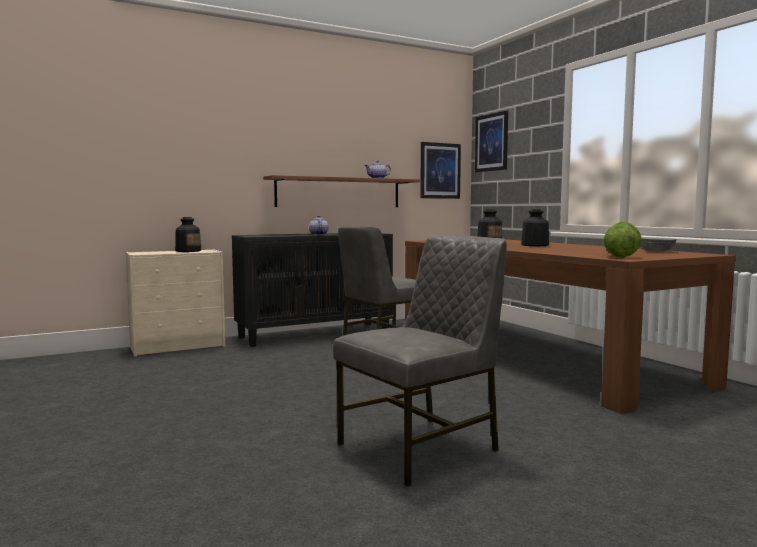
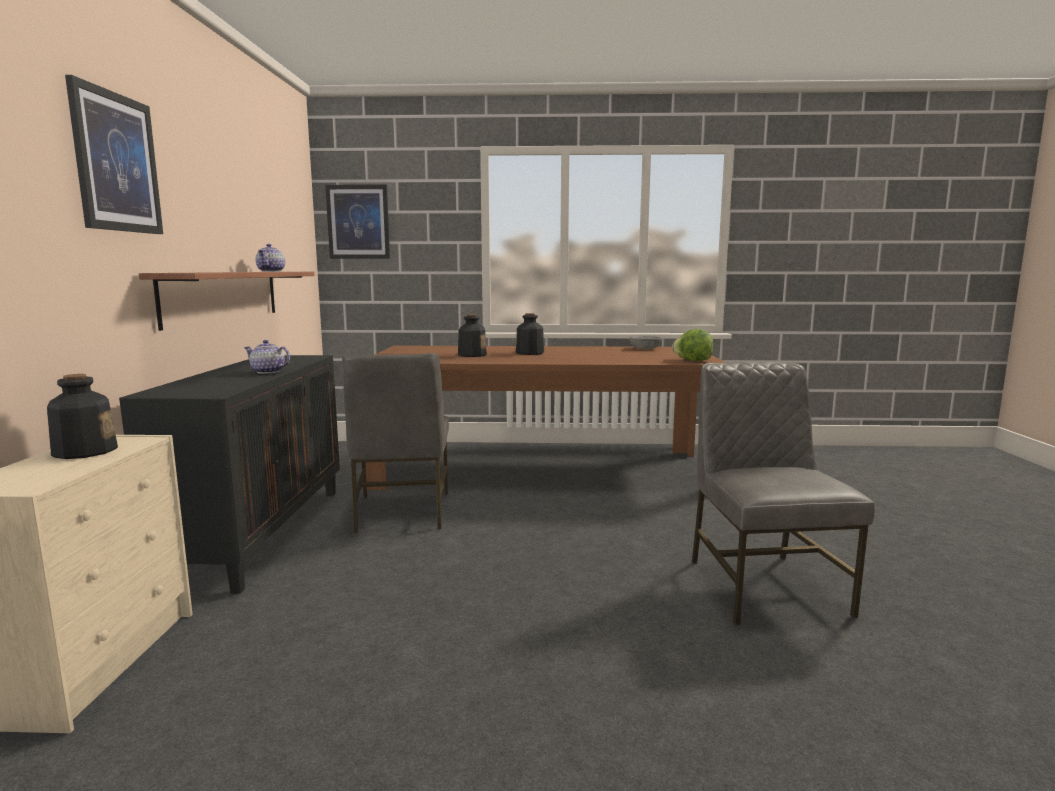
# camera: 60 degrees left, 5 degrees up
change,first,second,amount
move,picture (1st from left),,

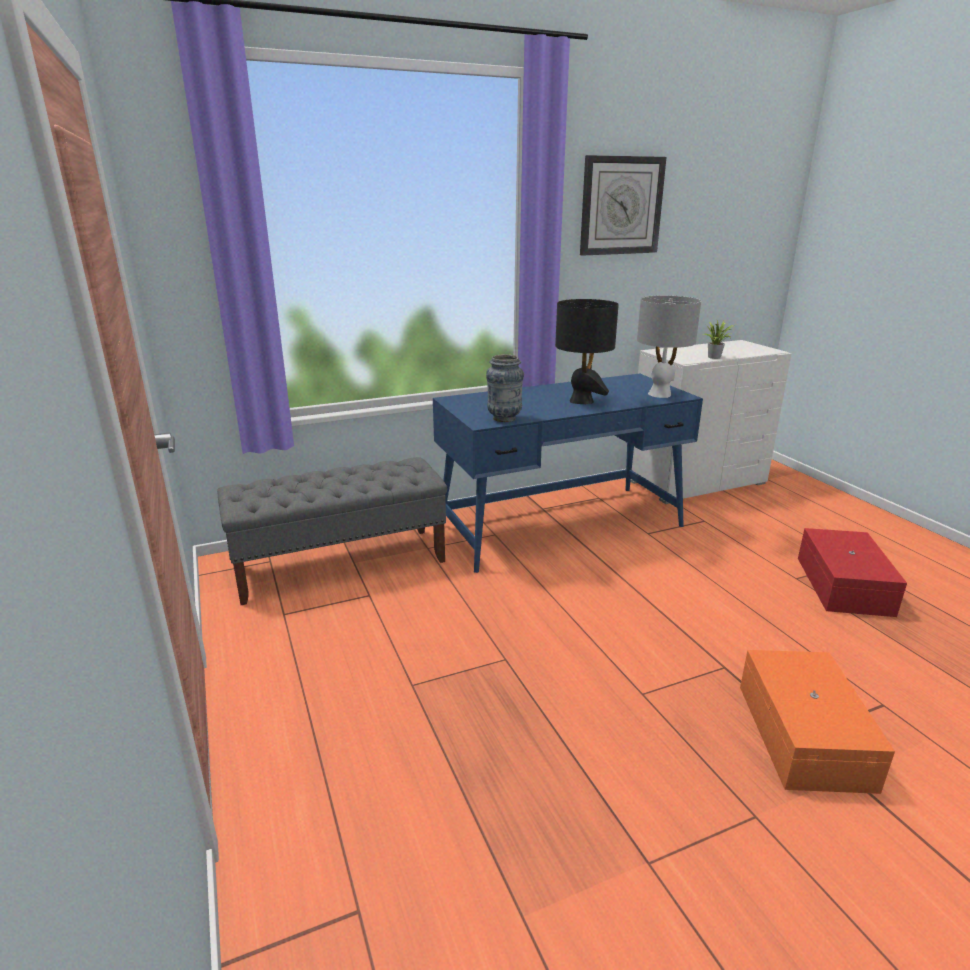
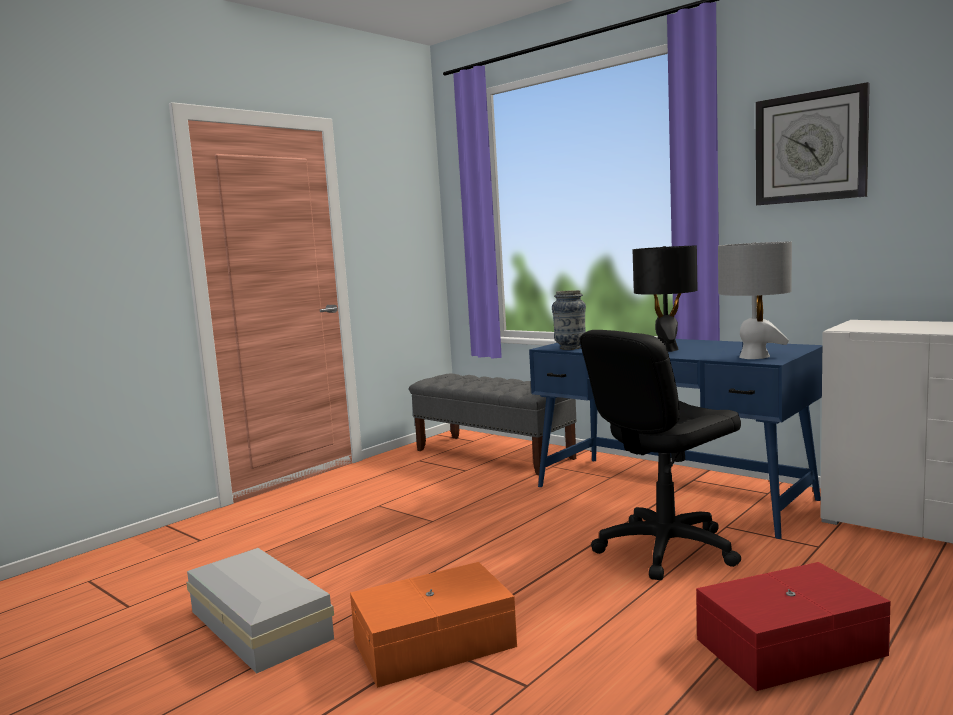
# camera: 65 degrees right, 15 degrees down
change,first,second,amount
delete,potted plant,,
insert,,storage box (white),
insert,,office chair (black),

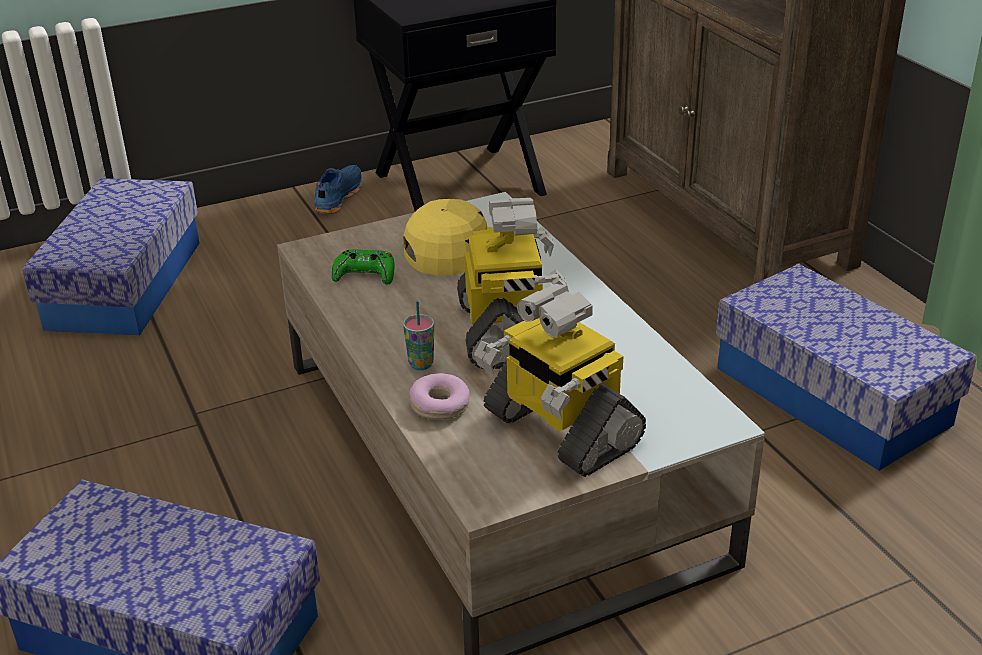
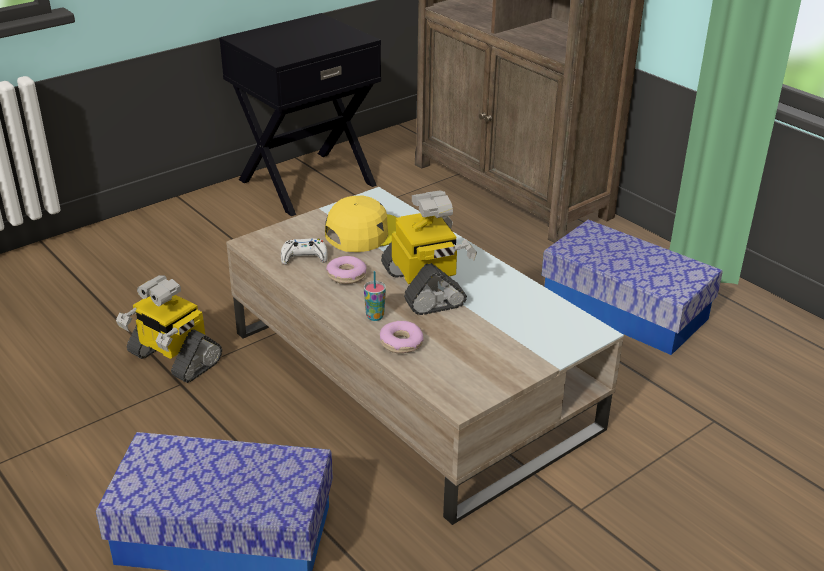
# camera: 15 degrees left, 0 degrees up
change,first,second,amount
delete,storage box (1st from left),,
delete,shoe (blue),,
insert,,donut (1st from left),
move,toy robot (2nd from left in the first image),toy robot (1st from left),
recolor,game controller (green),game controller (white),

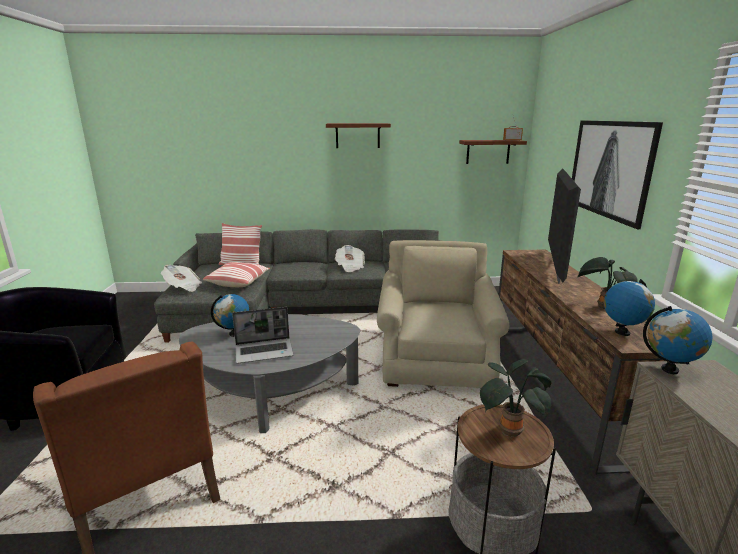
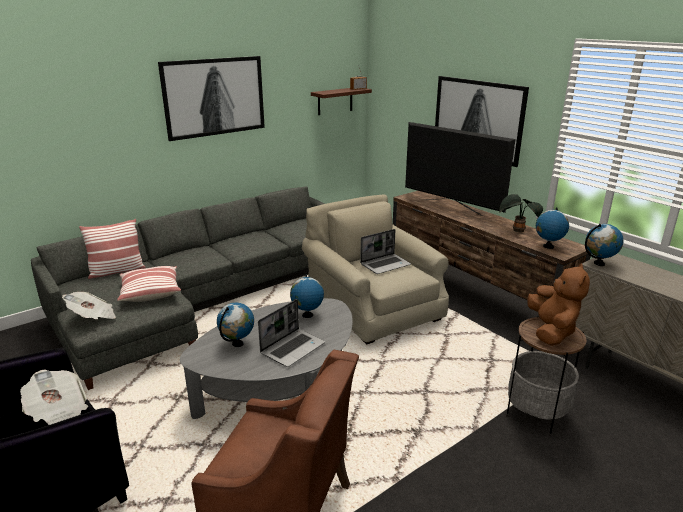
# camera: 35 degrees left, 5 degrees up
change,first,second,amount
insert,,globe (2nd from left),
insert,,laptop (2nd from left),
move,newspaper (2nd from left in the first image),newspaper (1st from left),
replace,shelf (brown) (1st from left),picture (1st from left),
replace,potted plant (1st from left),plush toy (brown),
rotate,television,,150 degrees clockwise

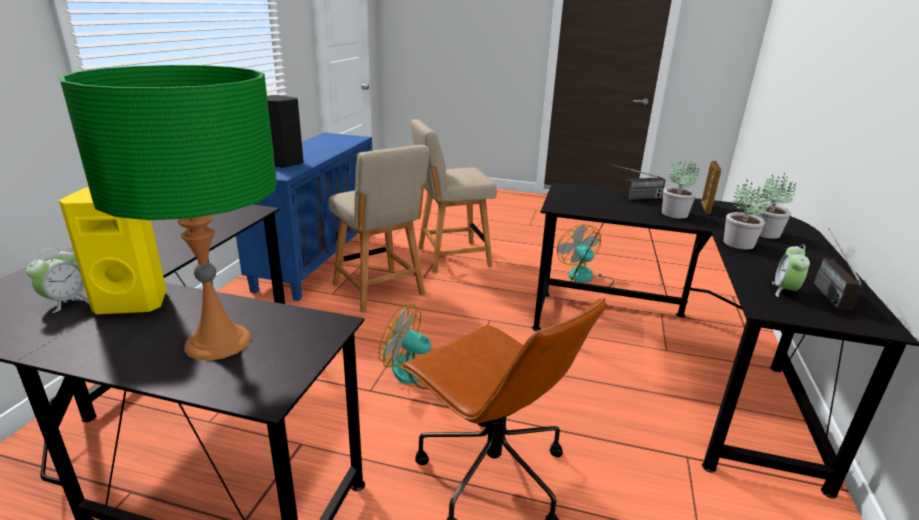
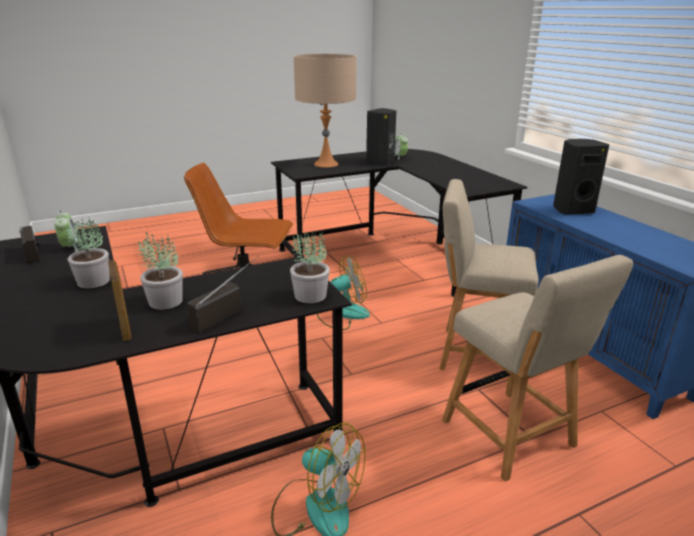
# camera: 140 degrees right, 0 degrees up
change,first,second,amount
move,potted plant (3rd from left),,
recolor,table lamp (green),table lamp (beige),
recolor,speaker (yellow),speaker (black) (1st from left),
rotate,chair (beige) (2nd from left),,120 degrees clockwise

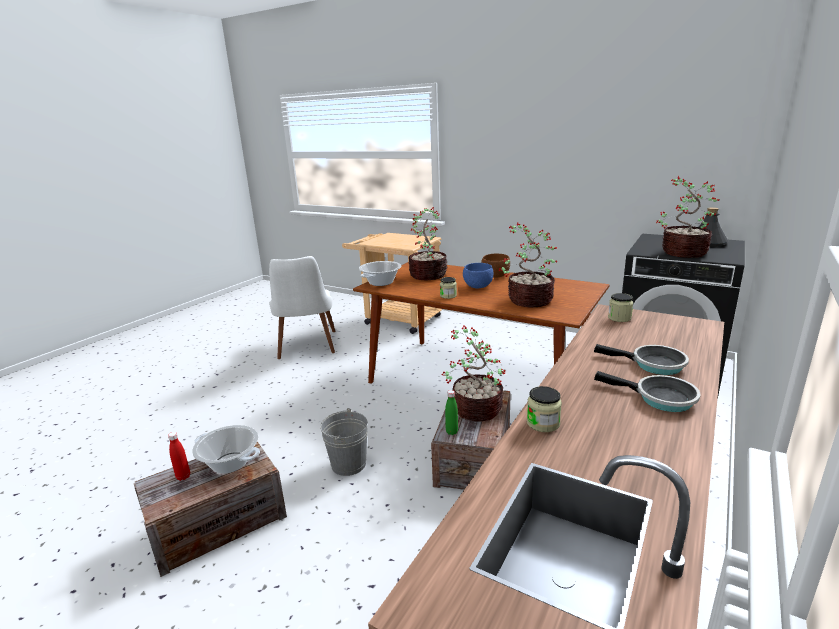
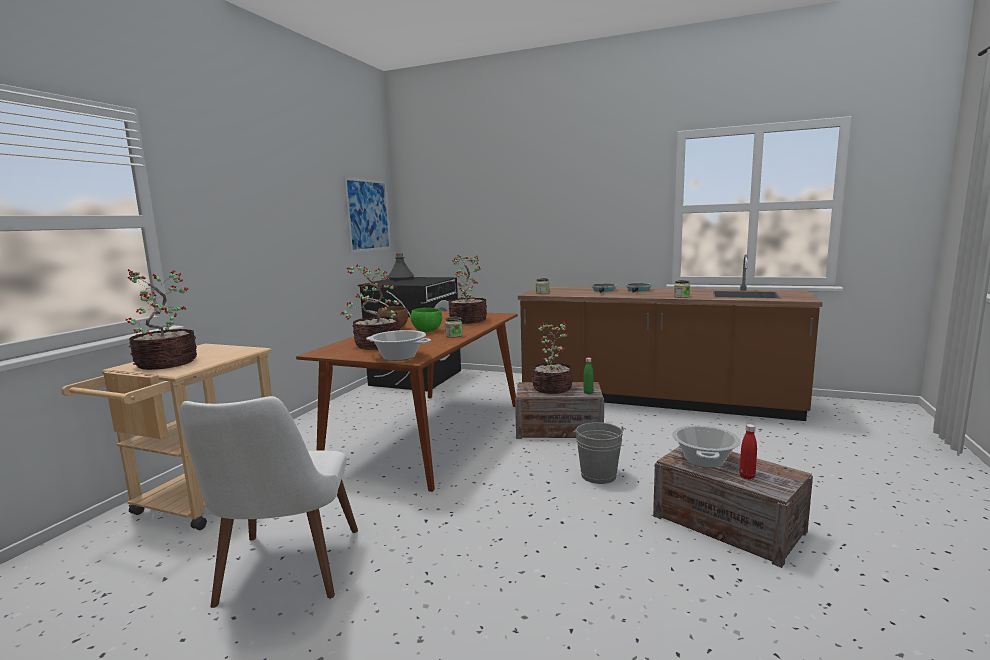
# camera: 100 degrees left, 10 degrees down
change,first,second,amount
insert,,picture,
move,potted plant (4th from left in the first image),potted plant (1st from left),
recolor,bowl (blue),bowl (green),
rotate,chair (white),,105 degrees clockwise

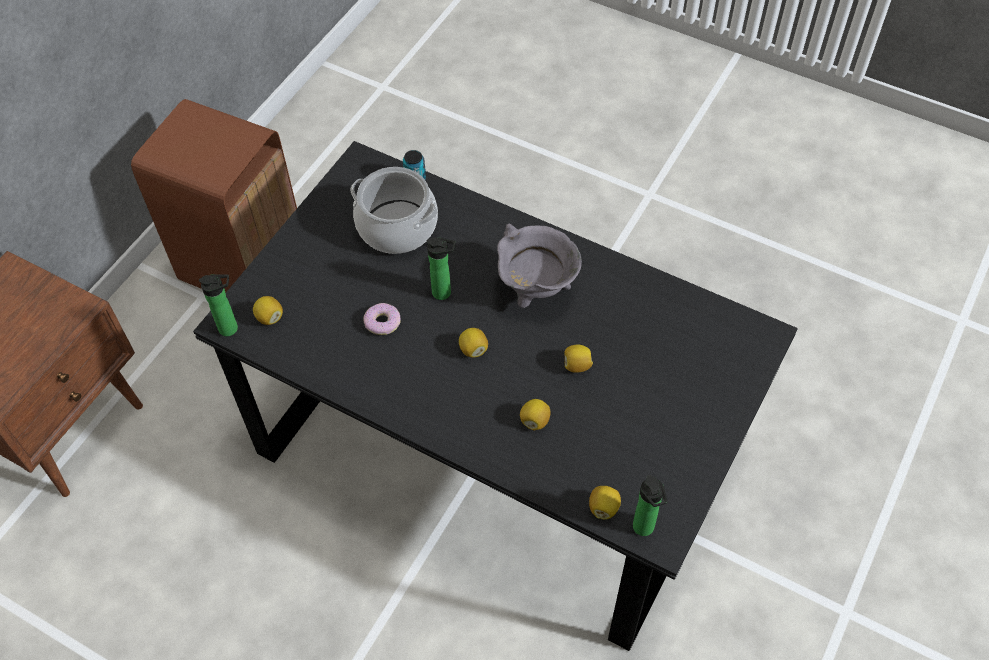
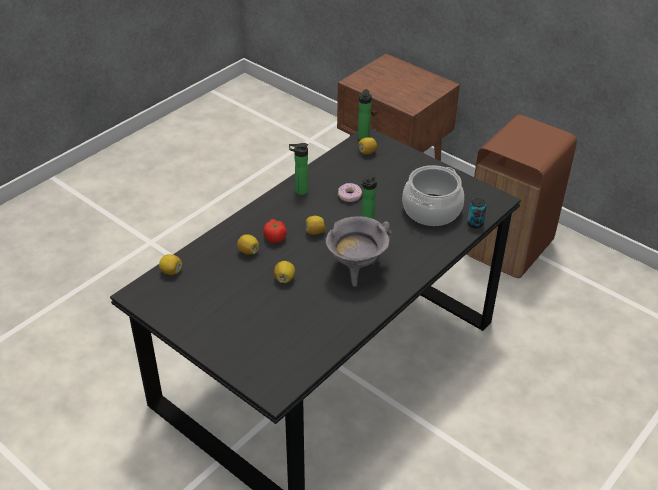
# camera: 100 degrees right, 15 degrees down
change,first,second,amount
insert,,tomato,
move,bottle (3rd from left in the first image),bottle (1st from left),

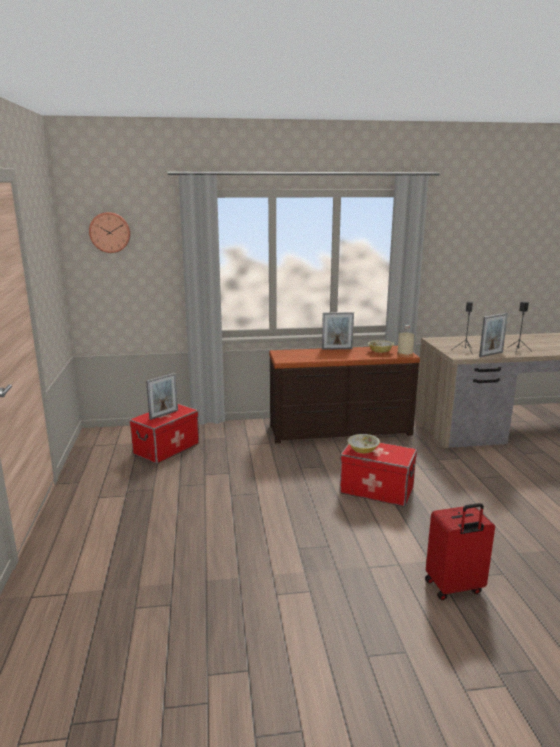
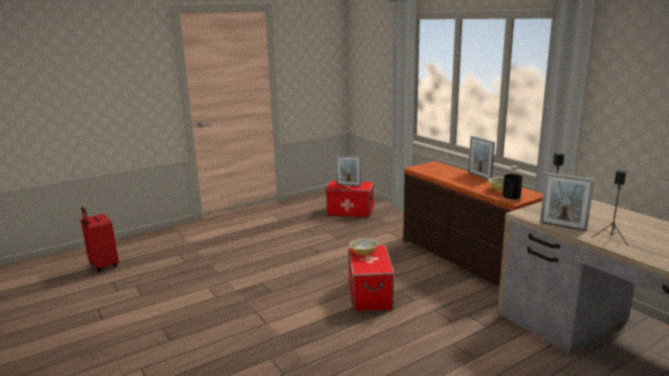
# camera: 65 degrees right, 0 degrees up
change,first,second,amount
delete,wall clock,,
move,suitcase (red),,
recolor,bottle (beige),bottle (black),

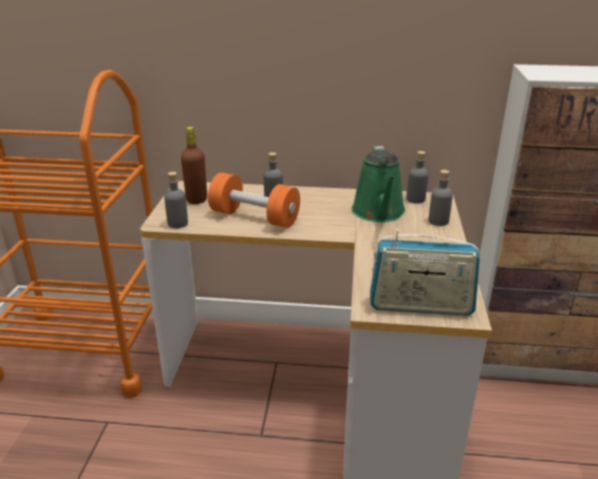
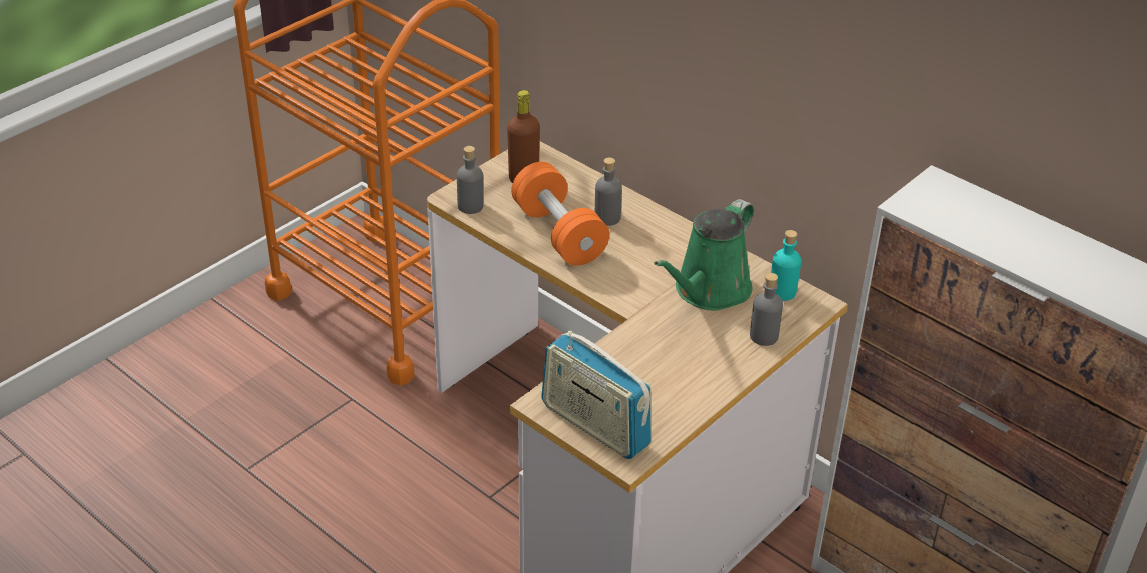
# camera: 35 degrees right, 10 degrees up
change,first,second,amount
recolor,bottle (grey) (3rd from left),bottle (turquoise),

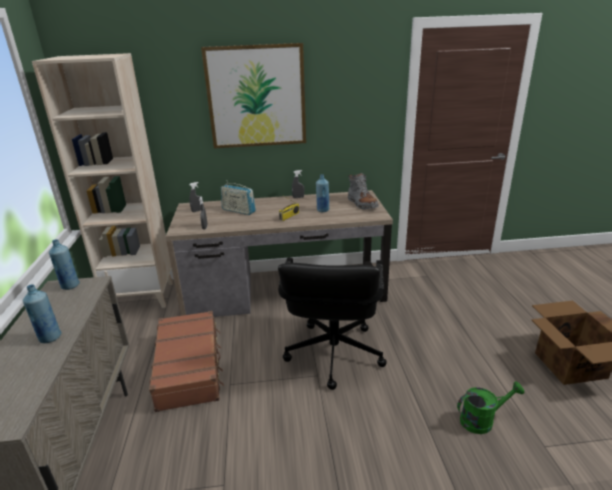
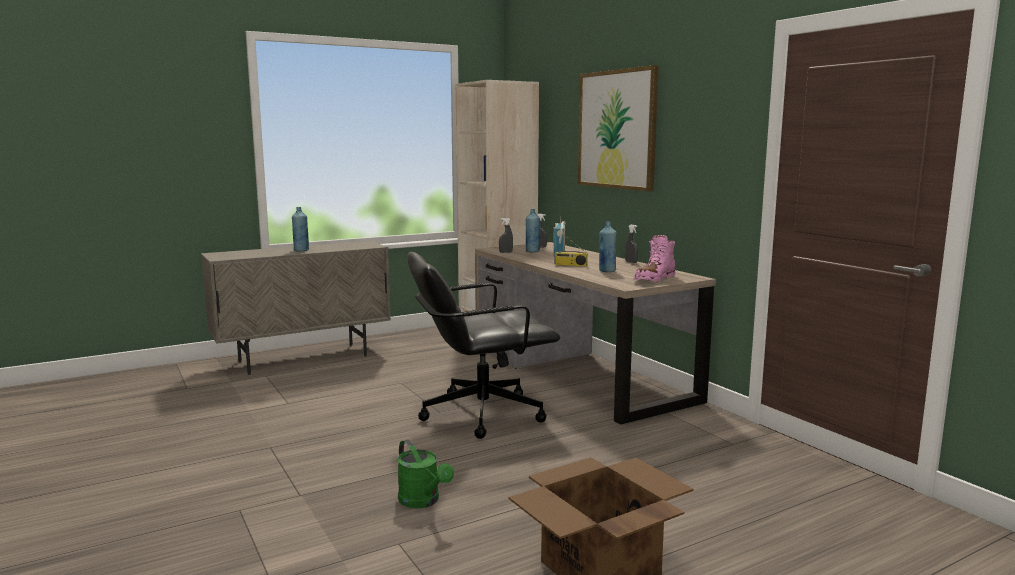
# camera: 65 degrees right, 15 degrees down
change,first,second,amount
delete,suitcase (brown),,
move,bottle (blue) (2nd from left),,
recolor,boot (grey),boot (pink),

